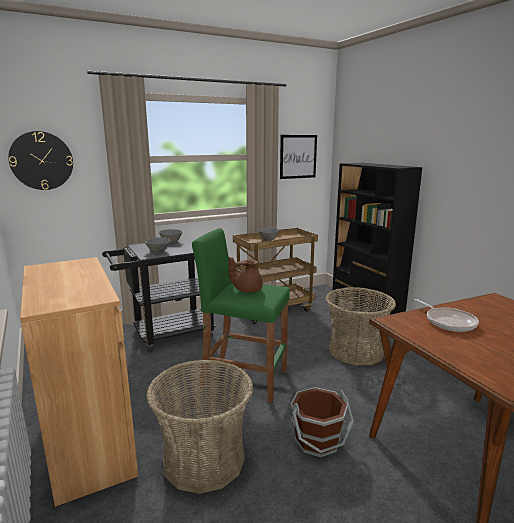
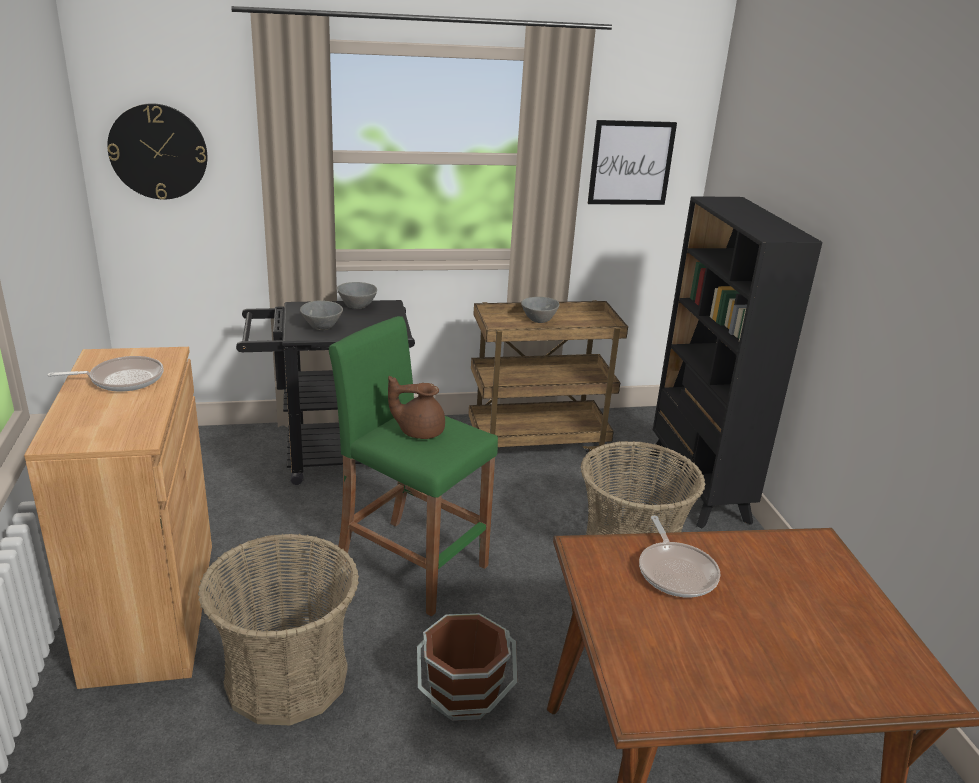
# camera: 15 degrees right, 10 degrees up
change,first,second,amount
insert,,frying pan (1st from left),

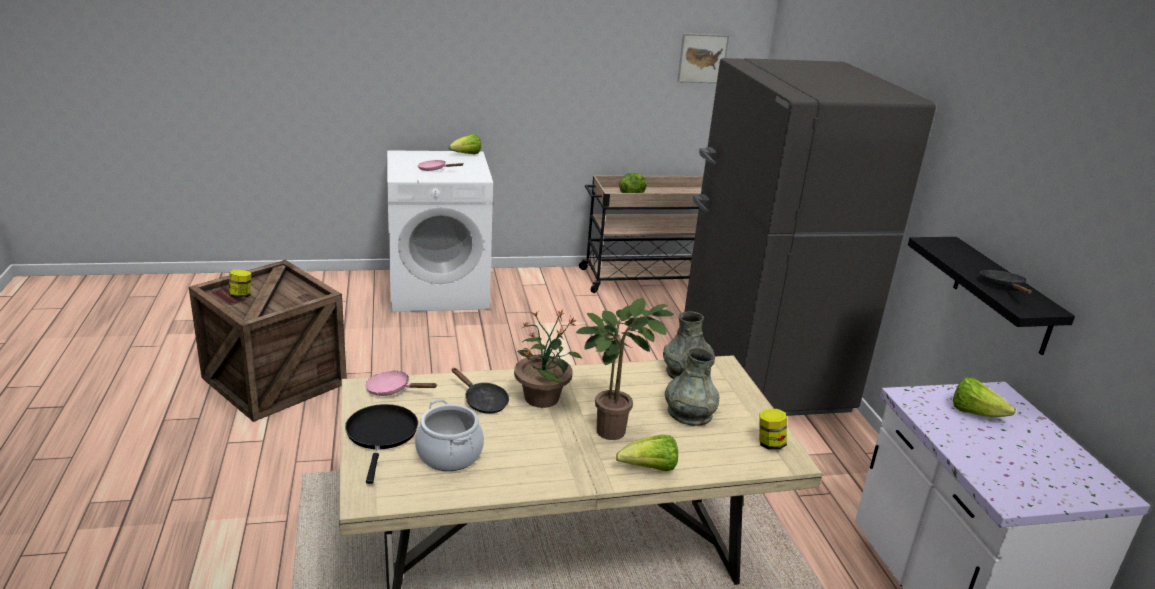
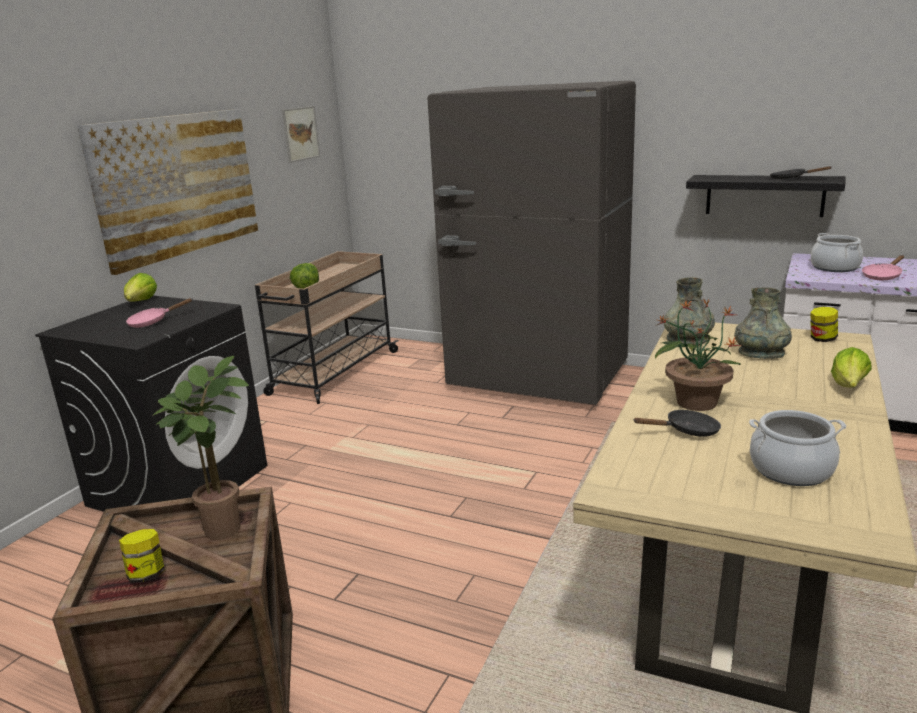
# camera: 50 degrees left, 5 degrees down
change,first,second,amount
delete,frying pan (black) (1st from left),,
insert,,picture (1st from left),
move,frying pan (pink) (1st from left in the first image),frying pan (pink) (2nd from left),
move,potted plant (2nd from left in the first image),potted plant (1st from left),
replace,lettuce (4th from left),cooking pot (2nd from left),
recolor,washing machine (white),washing machine (black),

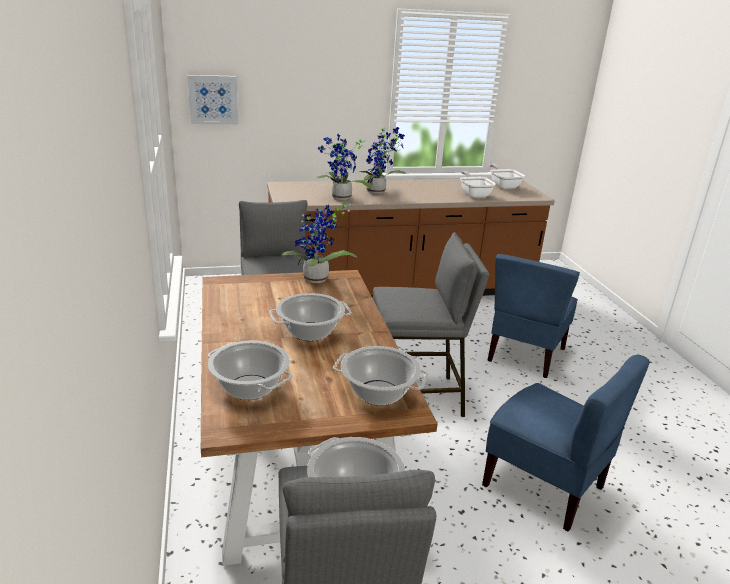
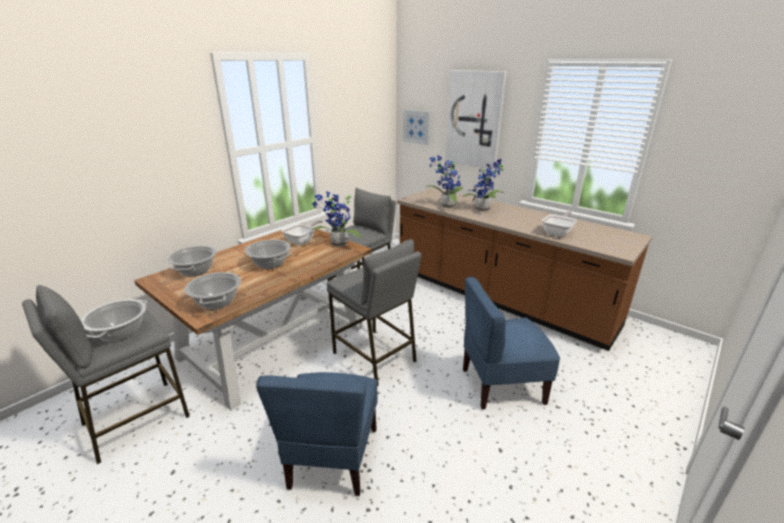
# camera: 55 degrees right, 0 degrees up
change,first,second,amount
insert,,picture (2nd from left),
move,frying pan (2nd from left in the first image),frying pan (1st from left),

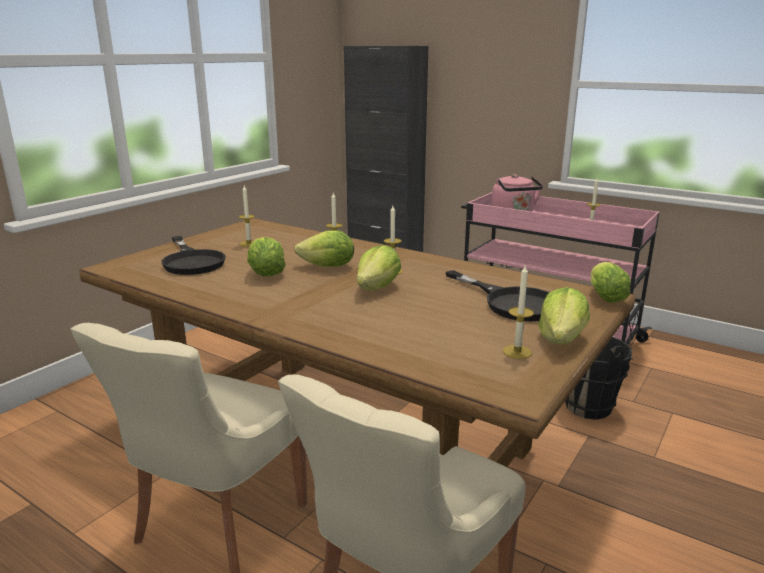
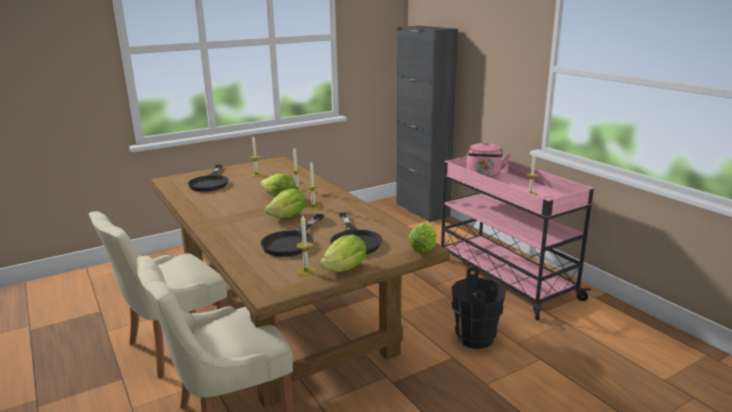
# camera: 25 degrees right, 0 degrees up
change,first,second,amount
delete,lettuce (1st from left),,
insert,,frying pan (black) (2nd from left),

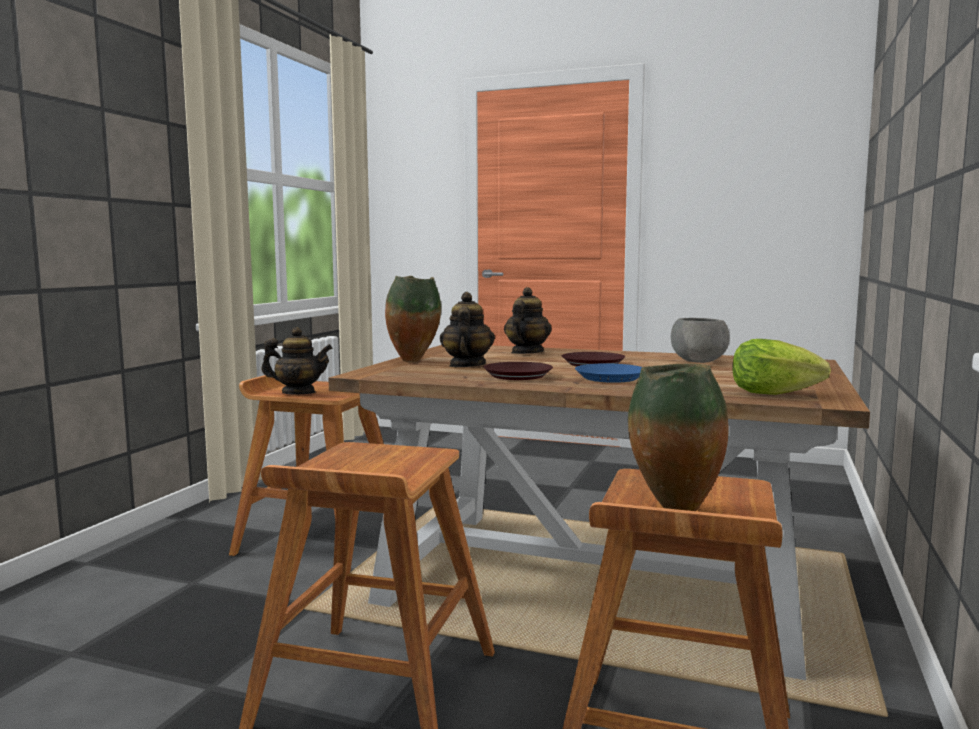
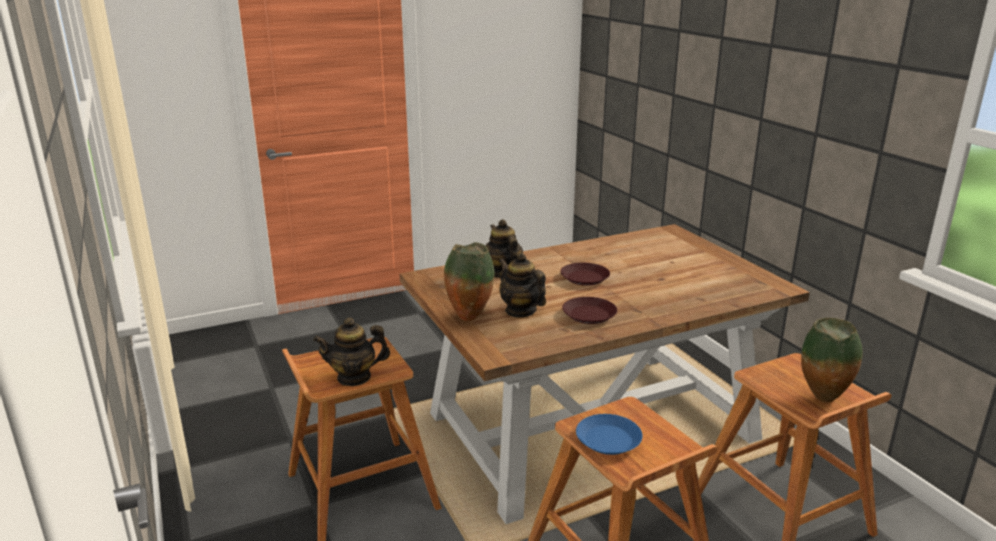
# camera: 45 degrees left, 15 degrees up
change,first,second,amount
delete,bowl (grey),,
delete,lettuce,,
move,plate (blue),,
rotate,teapot (1st from left),,150 degrees counterclockwise

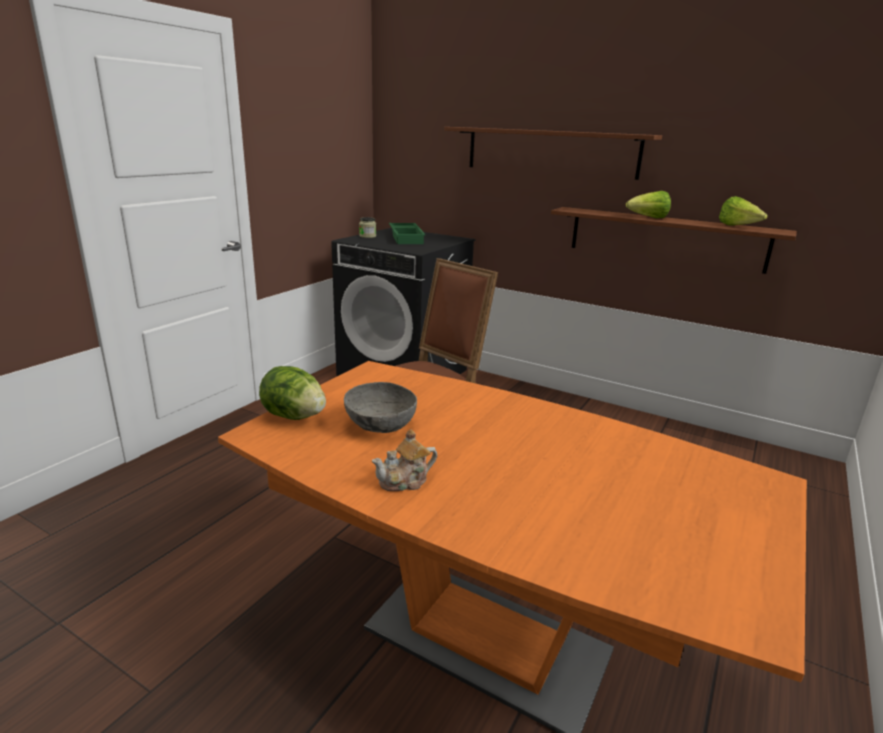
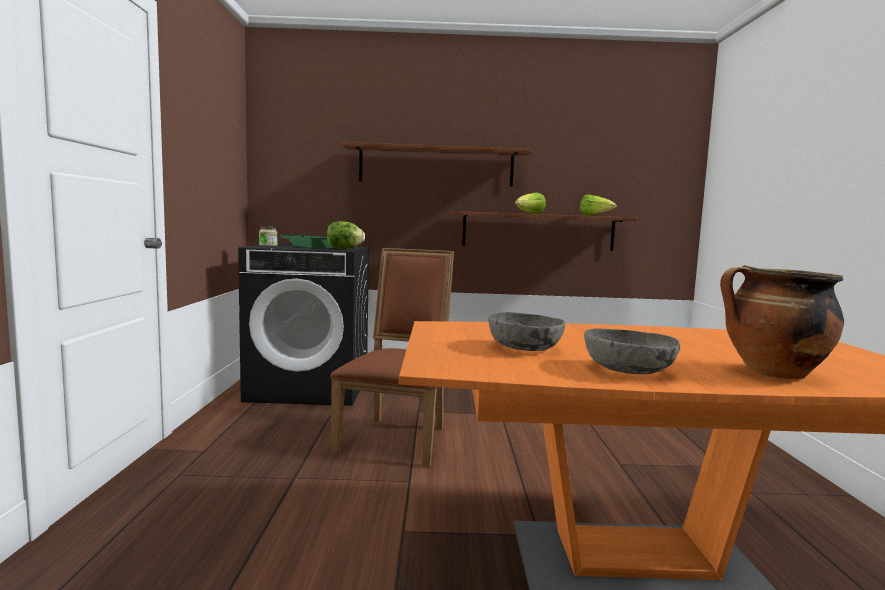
# camera: 30 degrees left, 15 degrees down
change,first,second,amount
insert,,cooking pot,
move,lettuce (1st from left),,
replace,teapot,bowl (grey) (2nd from left),

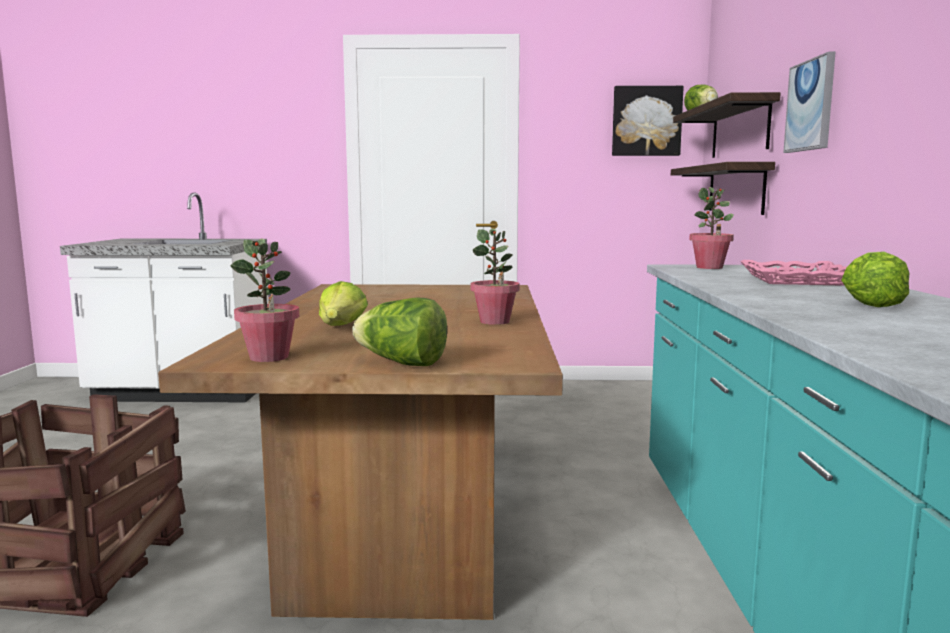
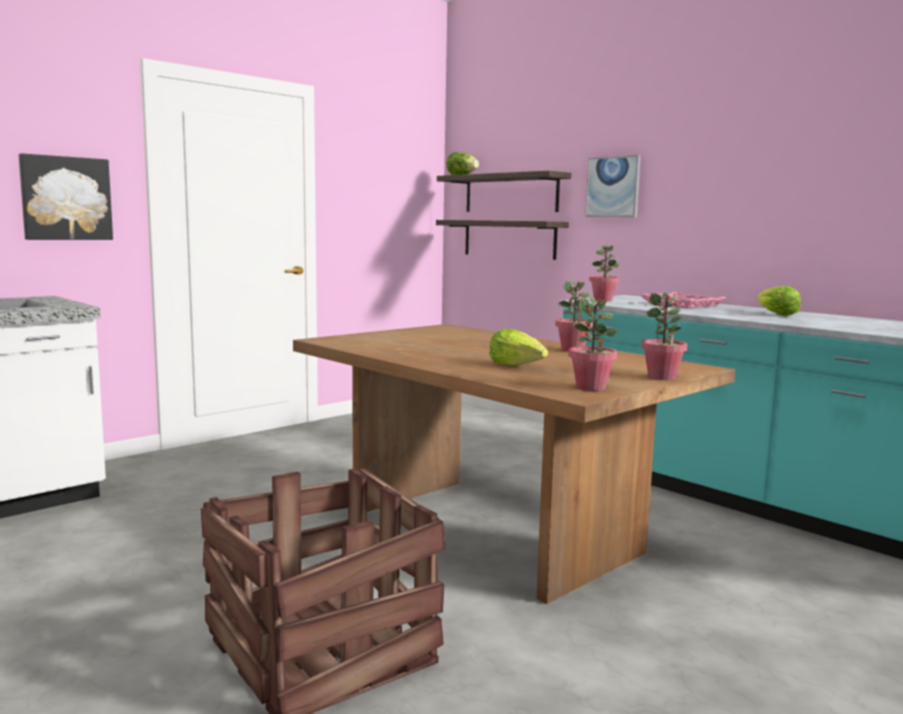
# camera: 45 degrees left, 0 degrees up
change,first,second,amount
move,picture (1st from left),,
replace,lettuce (2nd from left),potted plant (4th from left),

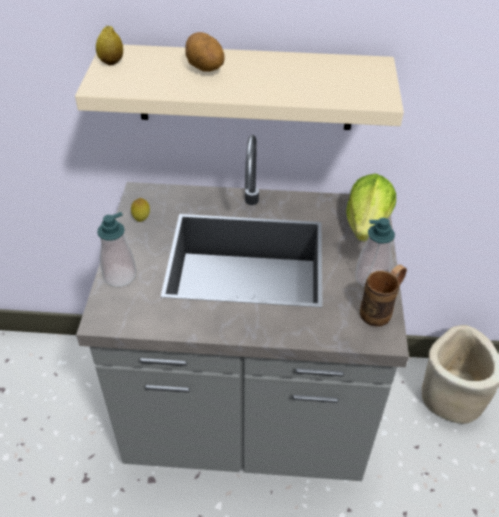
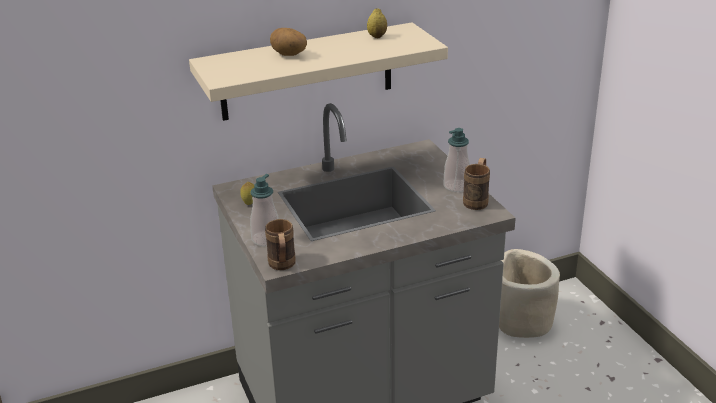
# camera: 25 degrees left, 15 degrees down
change,first,second,amount
delete,lettuce,,
insert,,mug (brown) (1st from left),
move,lemon (1st from left in the first image),lemon (2nd from left),

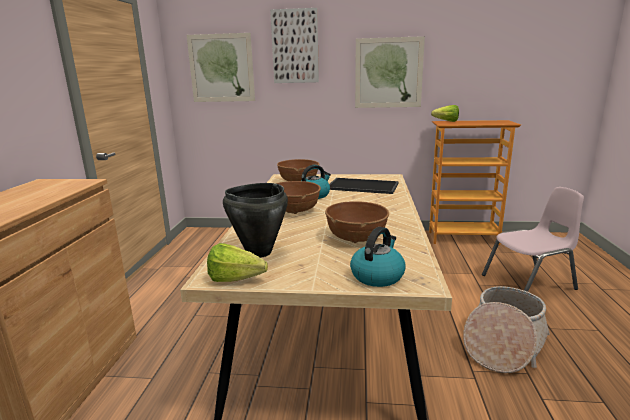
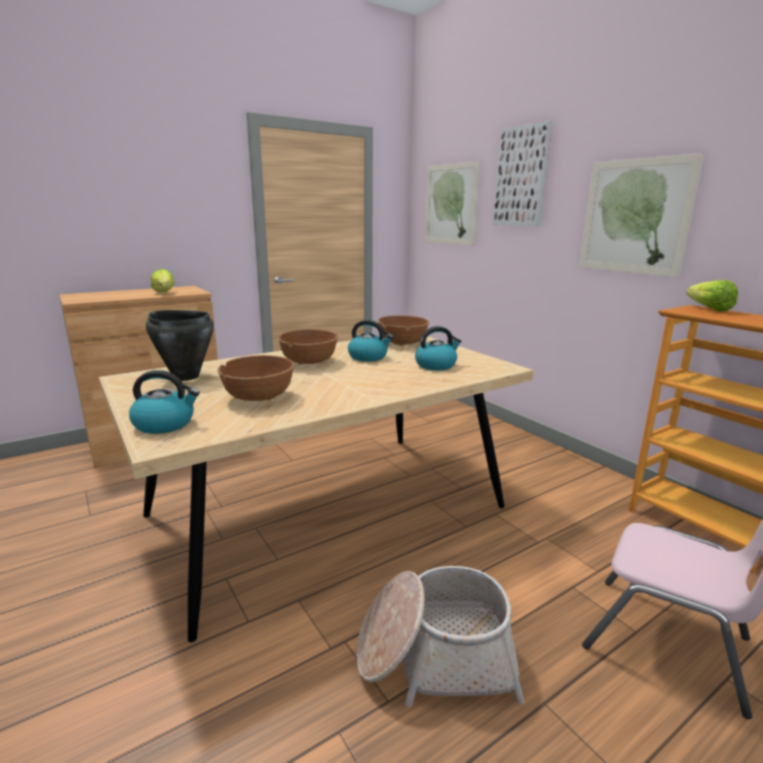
# camera: 50 degrees right, 0 degrees up
change,first,second,amount
move,lettuce (1st from left),,
replace,tray,kettle (3rd from left),

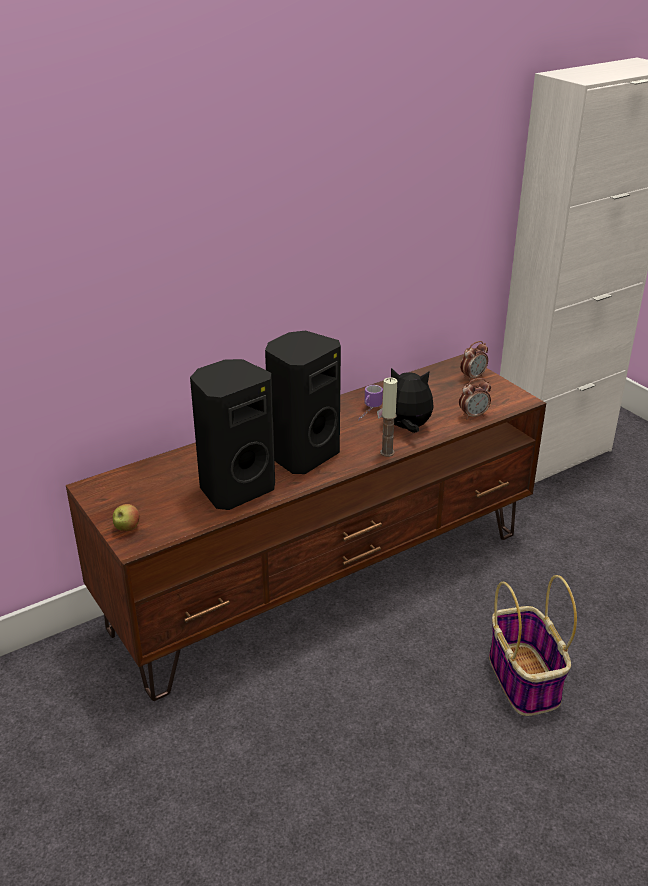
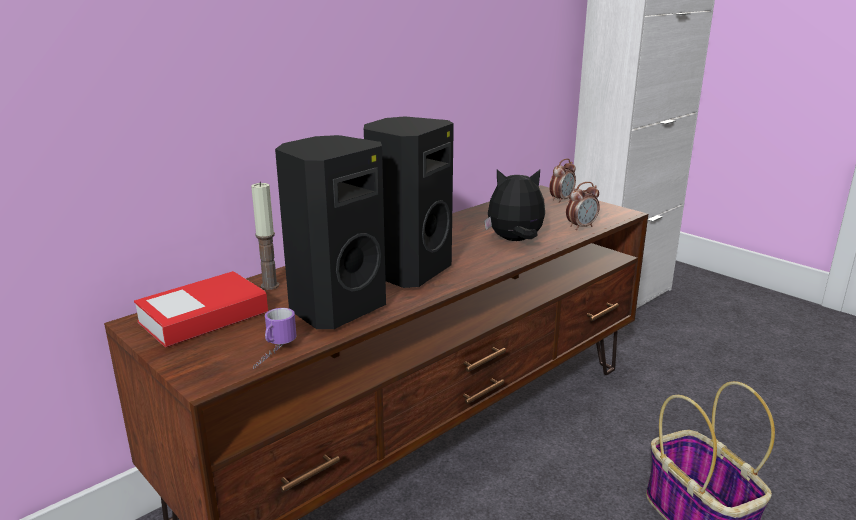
# camera: 10 degrees left, 10 degrees down
change,first,second,amount
delete,apple,,
insert,,book,
move,mug,,
move,candle,,

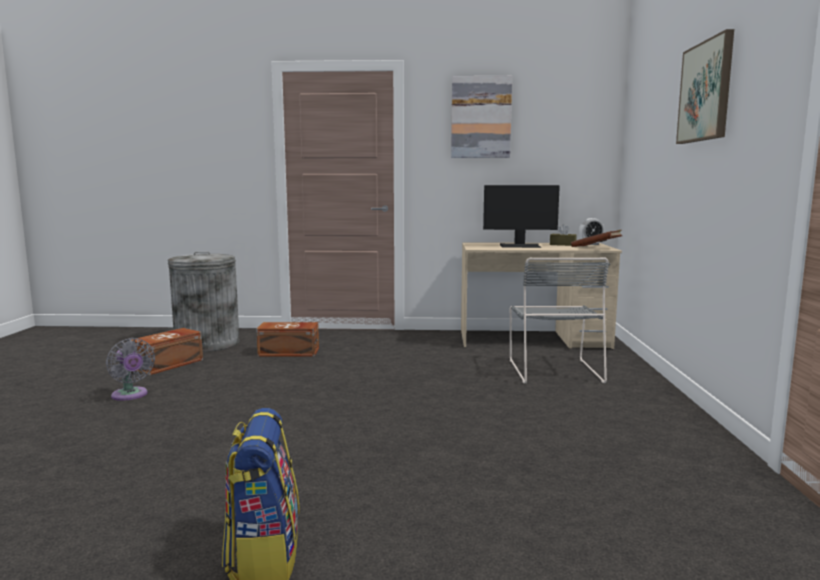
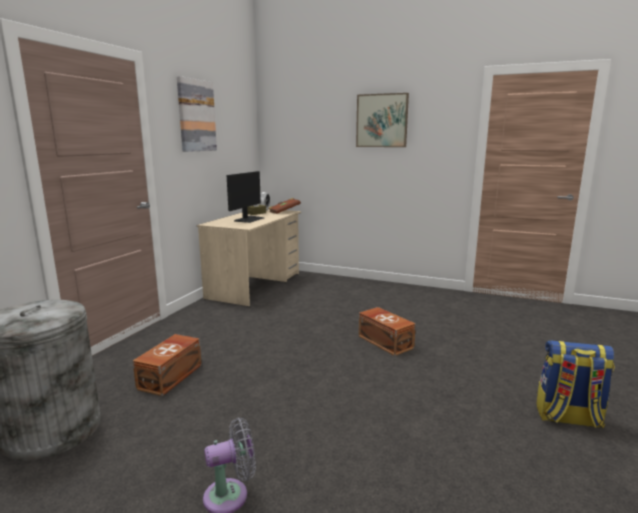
# camera: 70 degrees left, 5 degrees up
change,first,second,amount
delete,chair (grey),,
move,storage box (brown) (1st from left in the first image),storage box (brown) (2nd from left),

